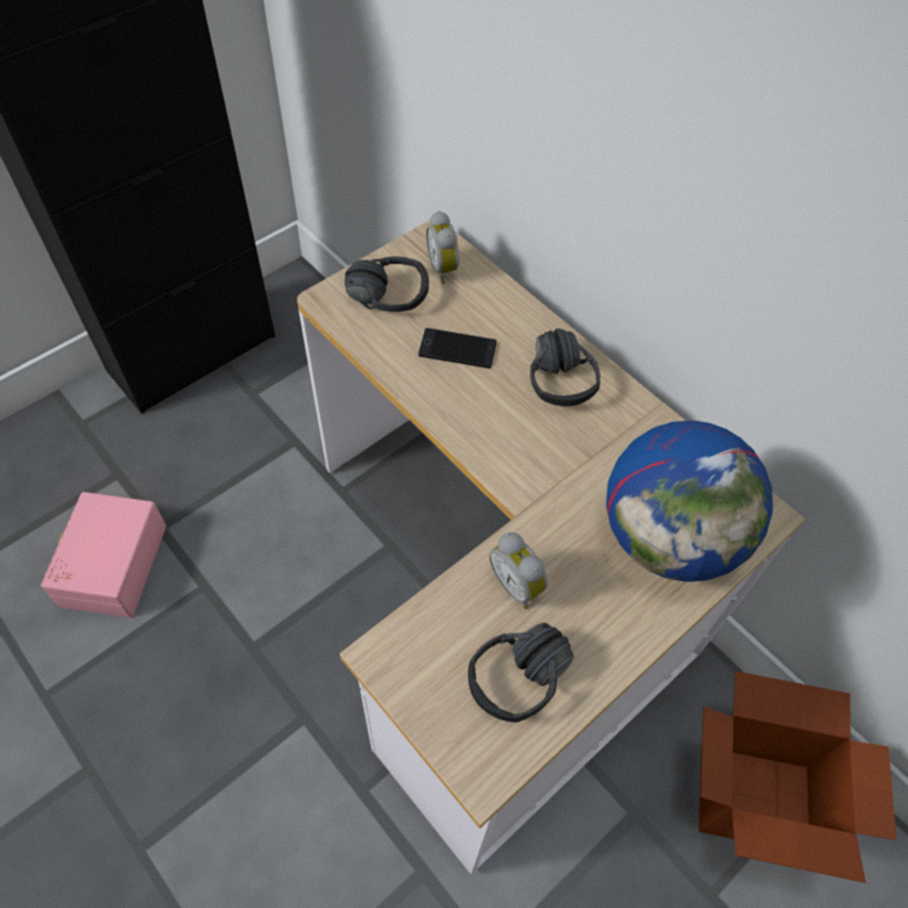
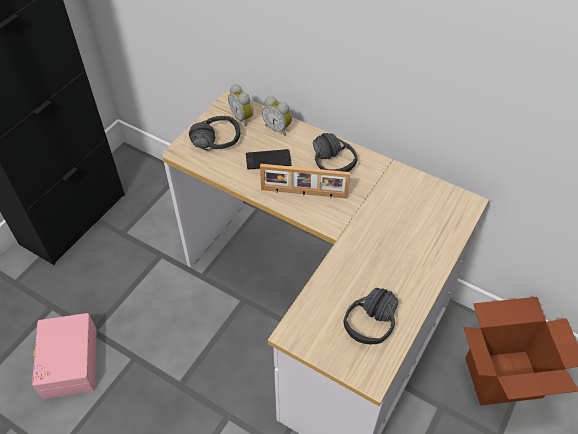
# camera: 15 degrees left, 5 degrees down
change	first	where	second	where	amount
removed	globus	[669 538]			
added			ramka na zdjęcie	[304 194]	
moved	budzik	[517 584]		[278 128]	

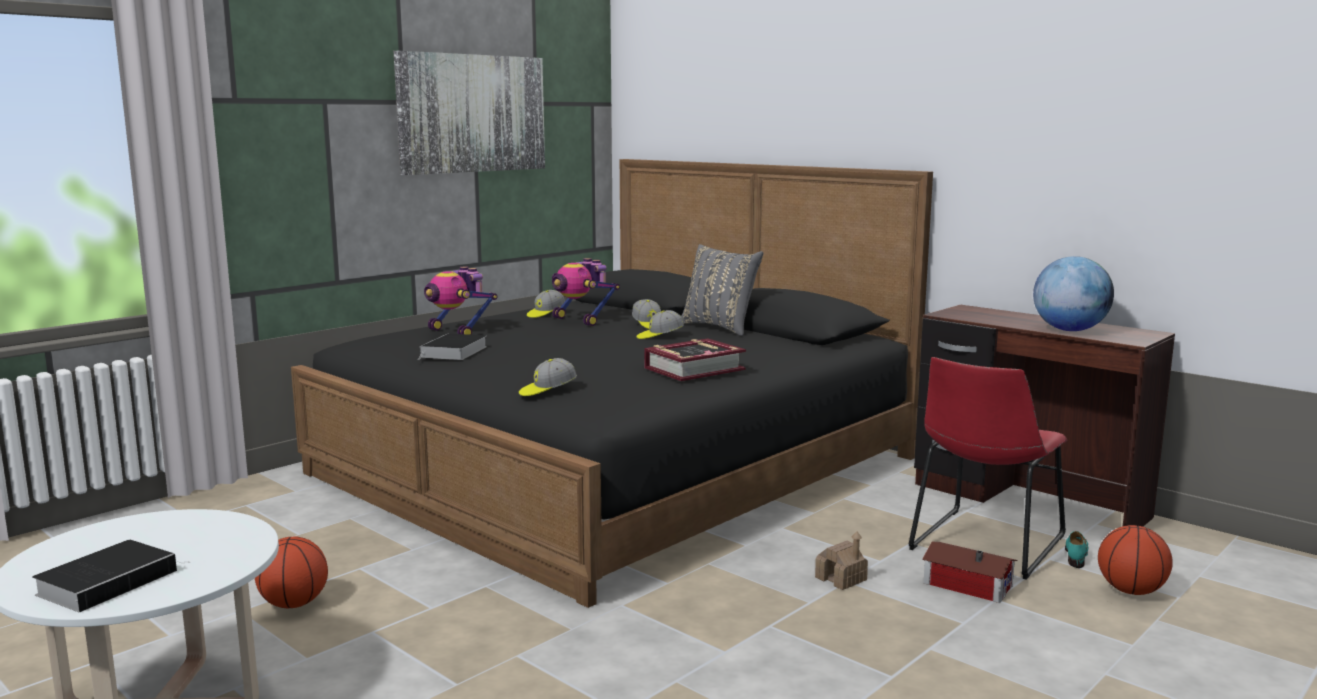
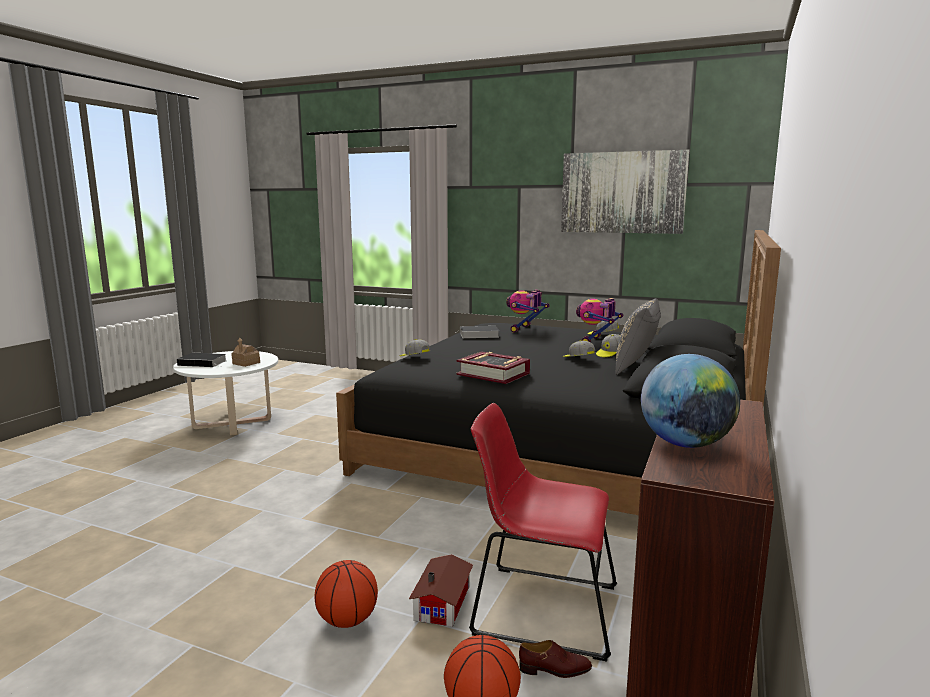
# camera: 70 degrees right, 0 degrees up
change	first	where	second	where	amount
moved	piłka do koszykówki	[294 604]		[347 621]	
moved	domek	[841 579]		[246 363]	
recoloured	but (turkusowy)	[1076 555]	but (brązowy)	[555 669]	

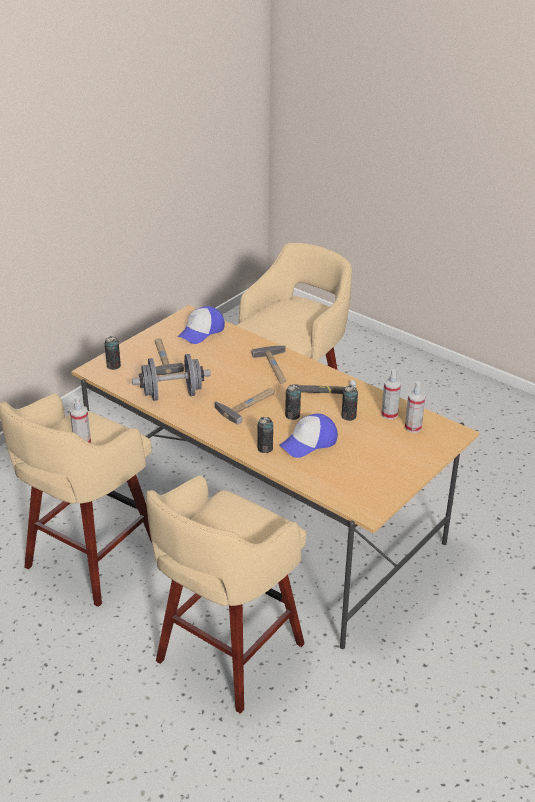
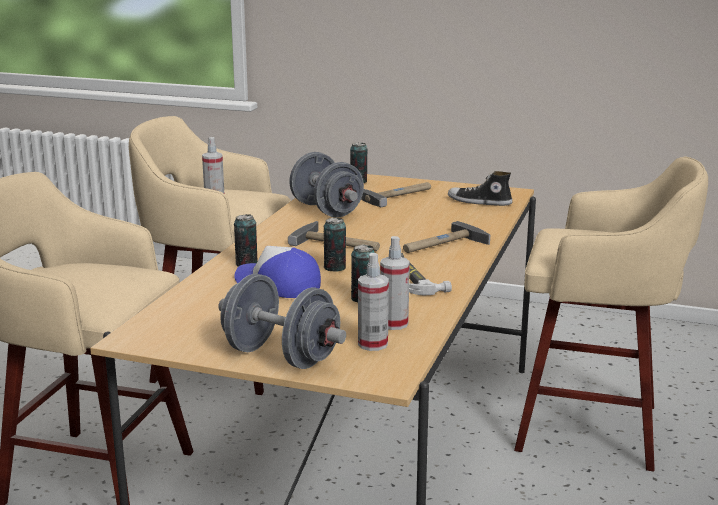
# camera: 70 degrees right, 15 degrees down
change	first	where	second	where	amount
added			hantel (szary)	[281 356]	
replaced	czapka z daszkiem	[201 331]	but	[479 202]	

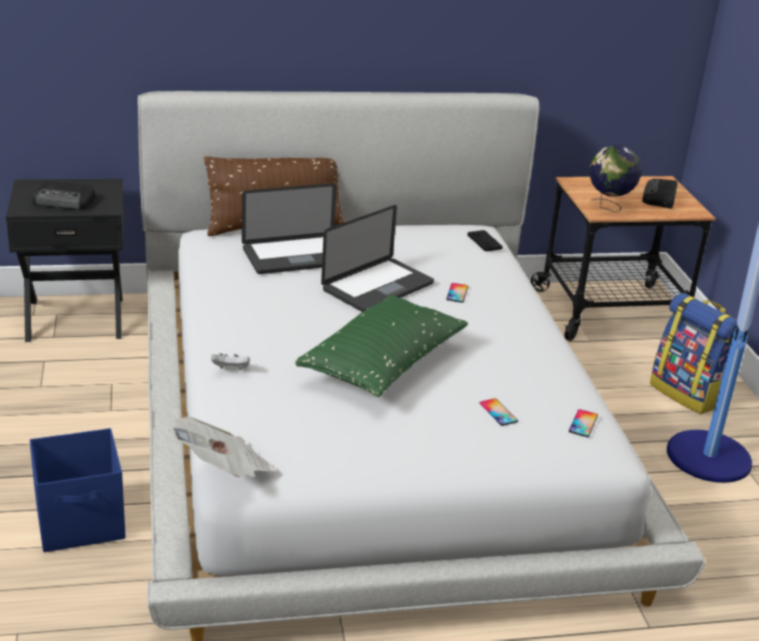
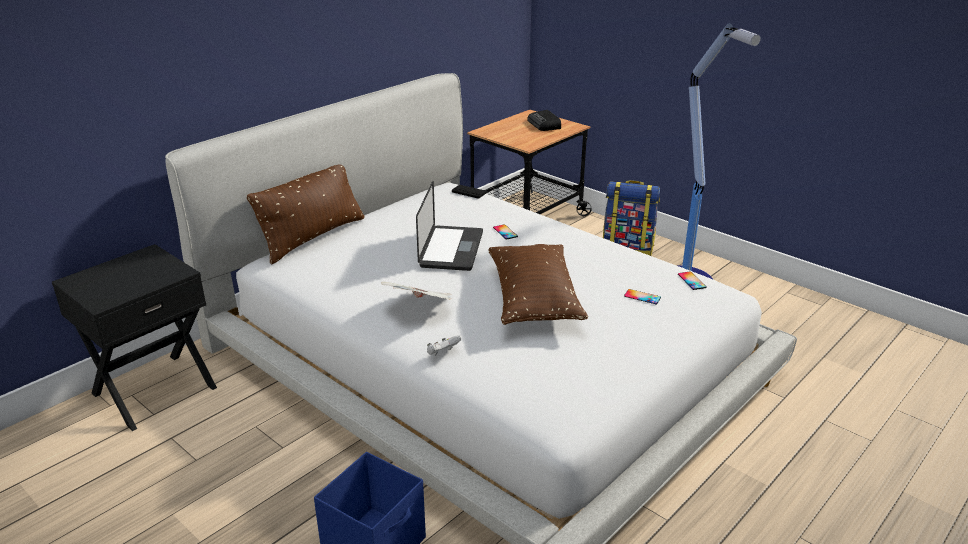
# camera: 35 degrees left, 0 degrees up
change	first	where	second	where	amount
removed	radio	[64 201]			
removed	laptop	[296 257]			
removed	globus	[608 207]			
moved	gazeta	[223 470]		[421 307]	
recoloured	poduszka (zielony)	[383 364]	poduszka (brązowy)	[534 300]	

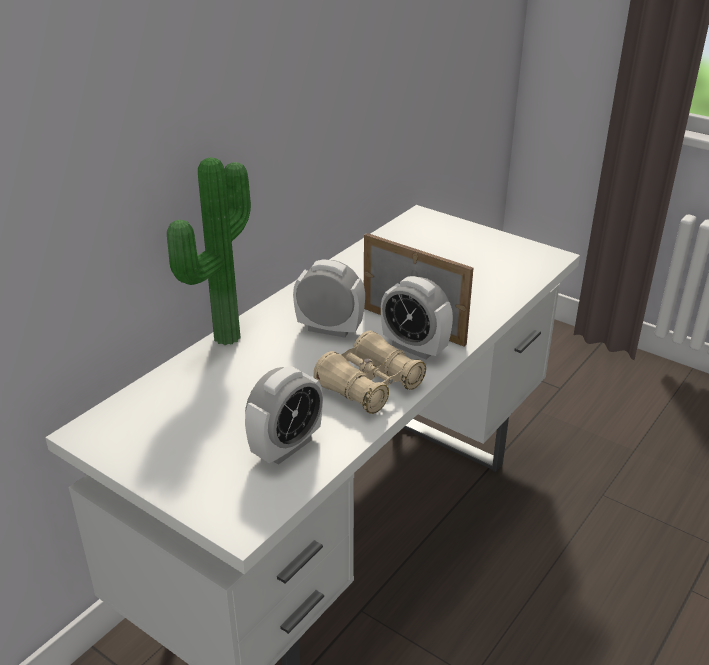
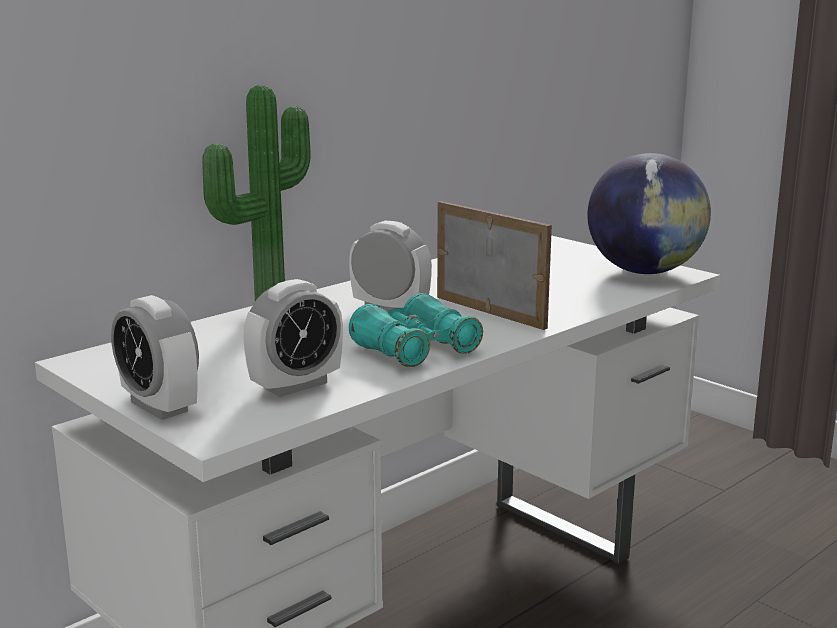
# camera: 10 degrees right, 15 degrees down
change	first	where	second	where	amount
added			globus	[644 271]	
moved	budzik	[414 347]		[159 406]	
recoloured	lornetka (beżowy)	[369 386]	lornetka (turkusowy)	[415 350]	

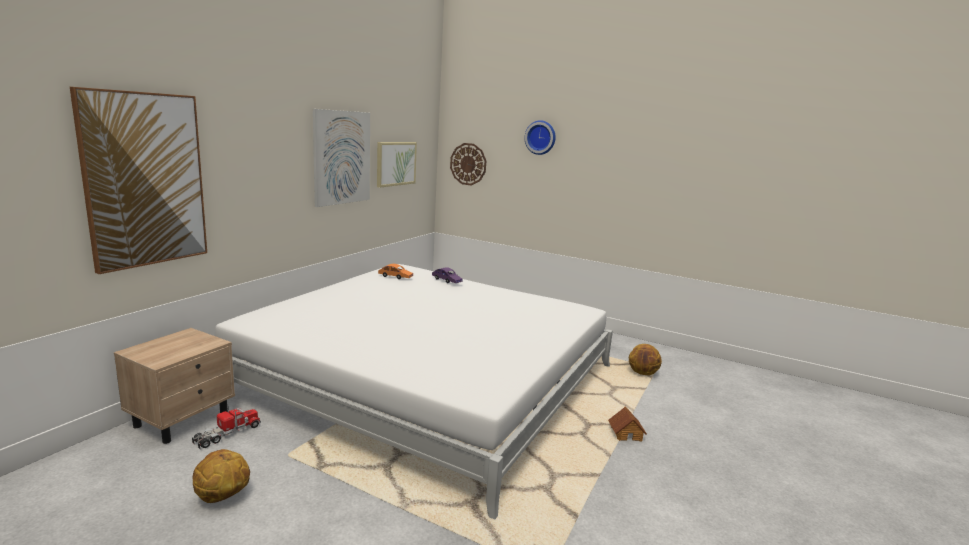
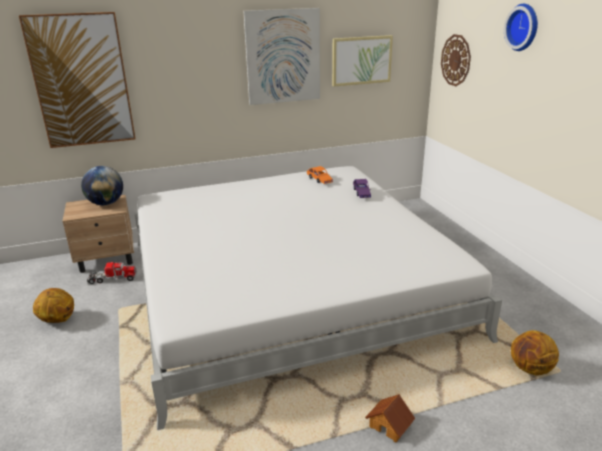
# camera: 45 degrees right, 10 degrees up
change	first	where	second	where	amount
added			globus	[106 203]	

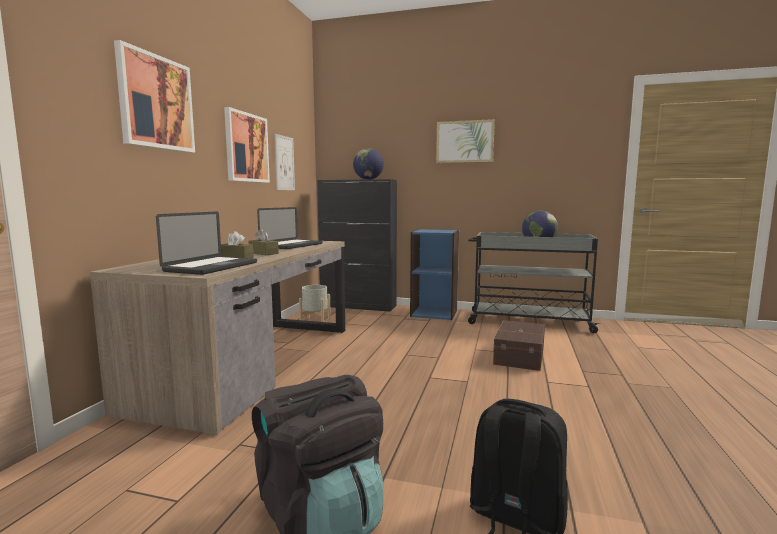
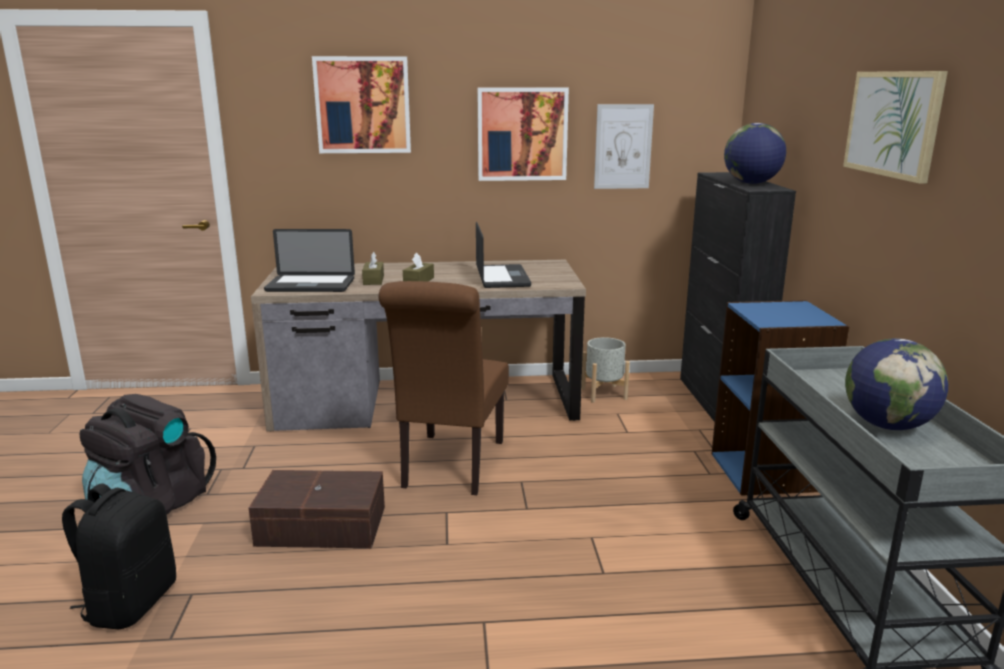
# camera: 70 degrees right, 10 degrees up
change	first	where	second	where	amount
added			krzesło (brązowy)	[450 467]	
moved	pojemnik do przechowywania (brązowy)	[520 355]		[322 527]	
turned	laptop	[292 245]		[502 277]	105 degrees counterclockwise

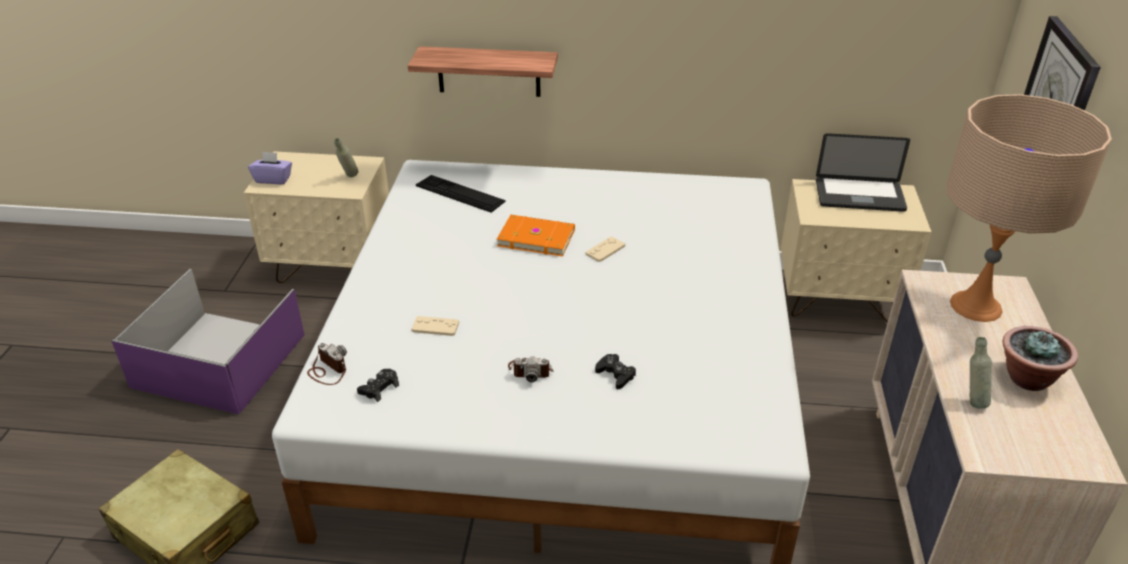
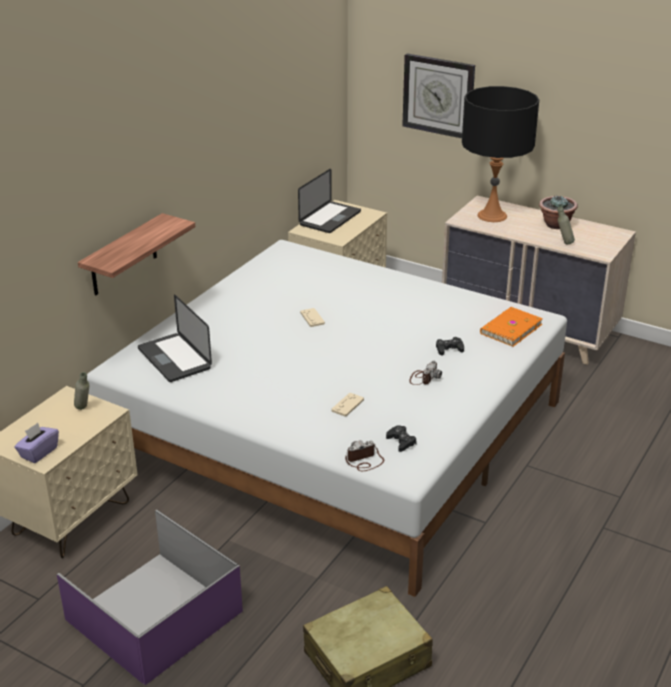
# camera: 65 degrees left, 5 degrees down
change	first	where	second	where	amount
moved	książka (pomarańczowy)	[536 237]		[510 329]	
replaced	klawiatura	[460 193]	laptop	[174 358]	
recoloured	lampa stołowa (beżowy)	[975 306]	lampa stołowa (czarny)	[492 216]	

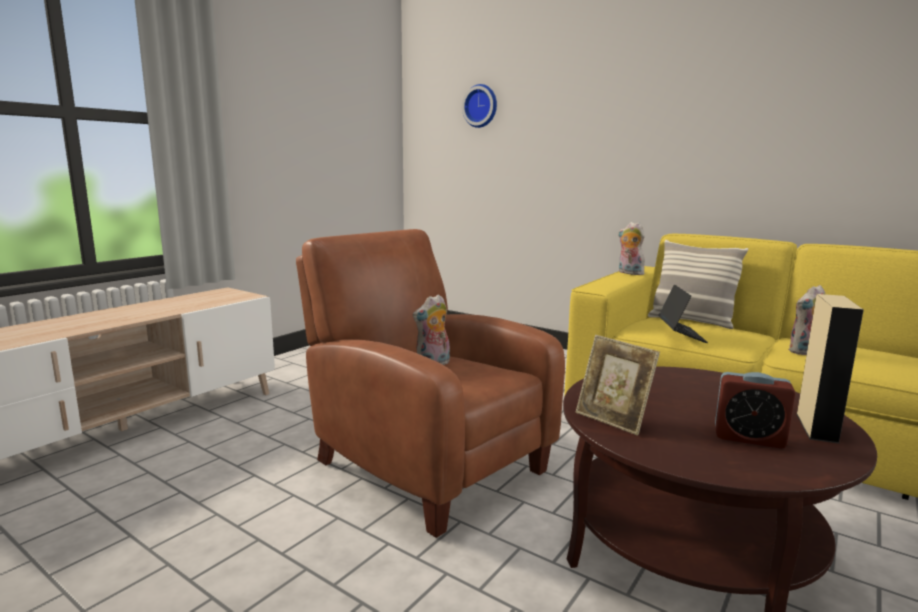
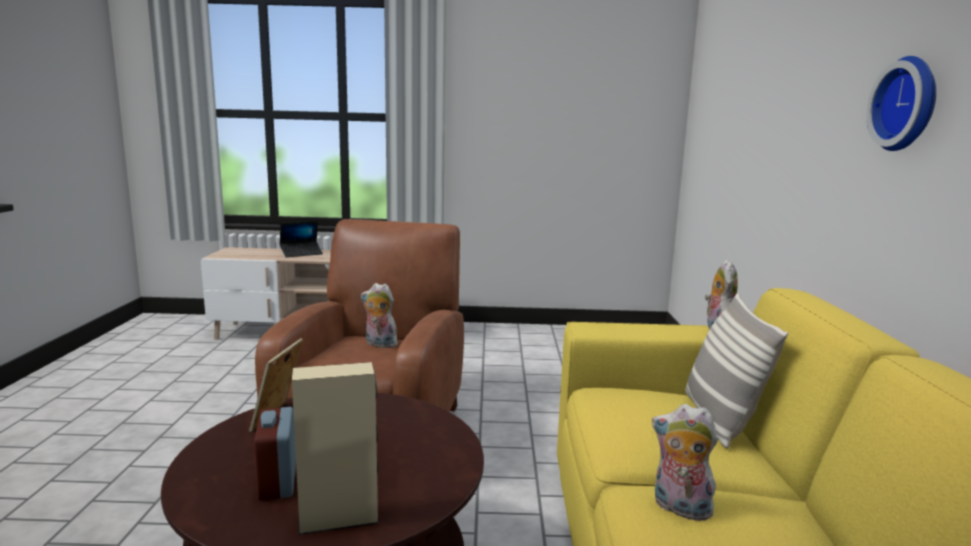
# camera: 55 degrees right, 0 degrees up
change	first	where	second	where	amount
moved	zegar ścienny	[481 106]		[908 104]	
moved	laptop	[681 334]		[301 253]	

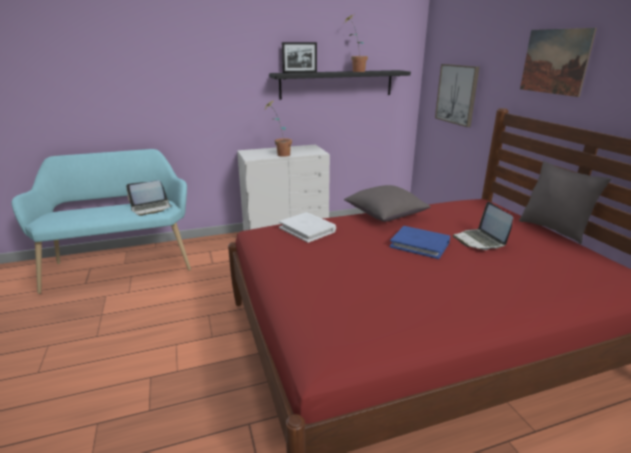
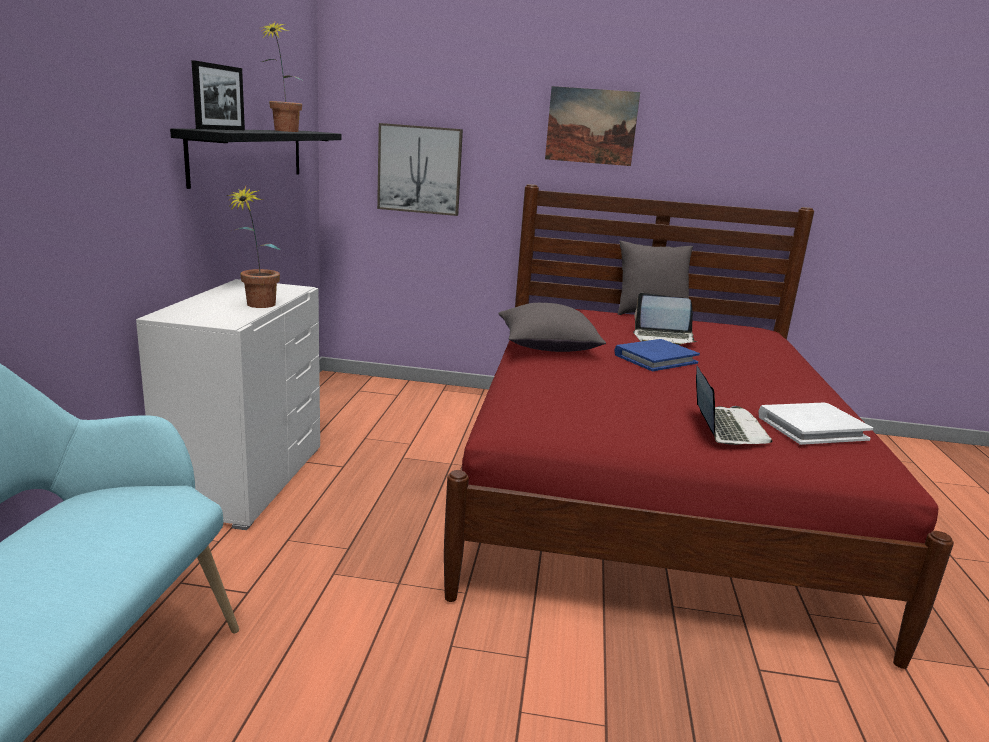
# camera: 65 degrees left, 5 degrees down
change	first	where	second	where	amount
moved	laptop	[151 208]		[726 428]	
moved	książka (biały)	[307 229]		[811 428]	

